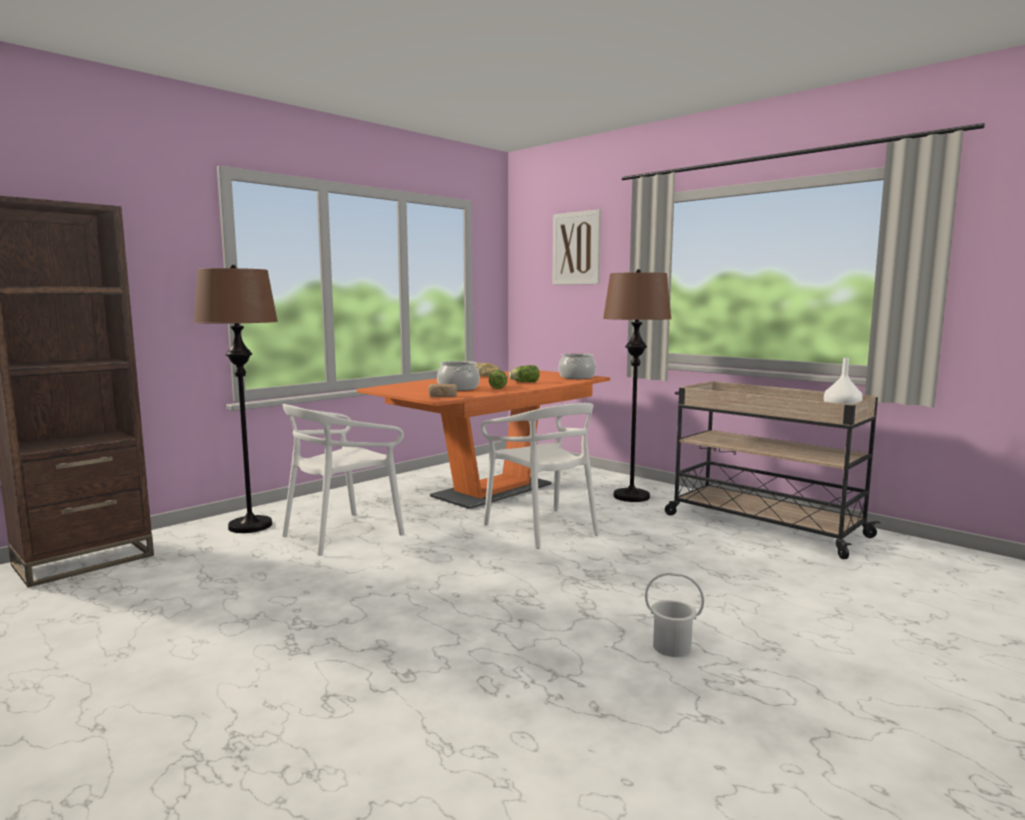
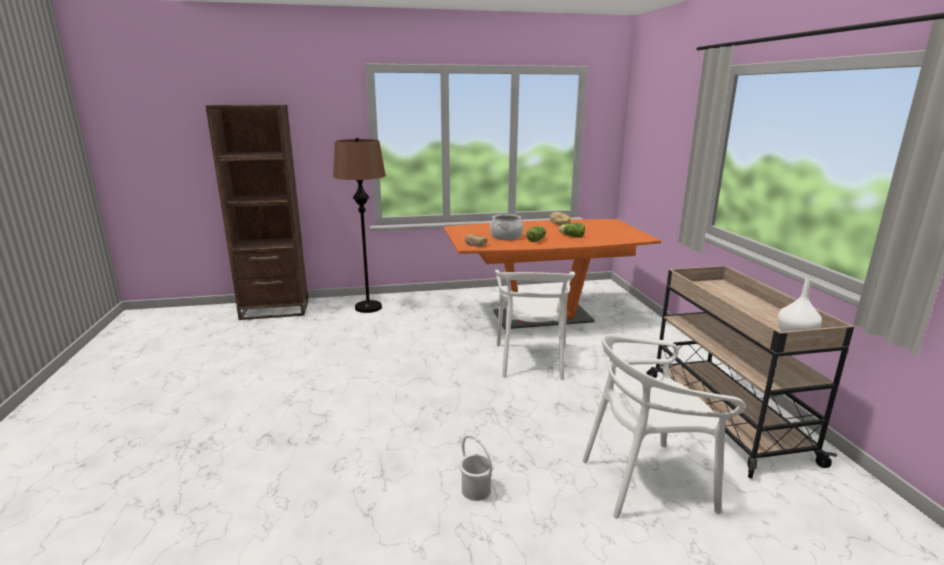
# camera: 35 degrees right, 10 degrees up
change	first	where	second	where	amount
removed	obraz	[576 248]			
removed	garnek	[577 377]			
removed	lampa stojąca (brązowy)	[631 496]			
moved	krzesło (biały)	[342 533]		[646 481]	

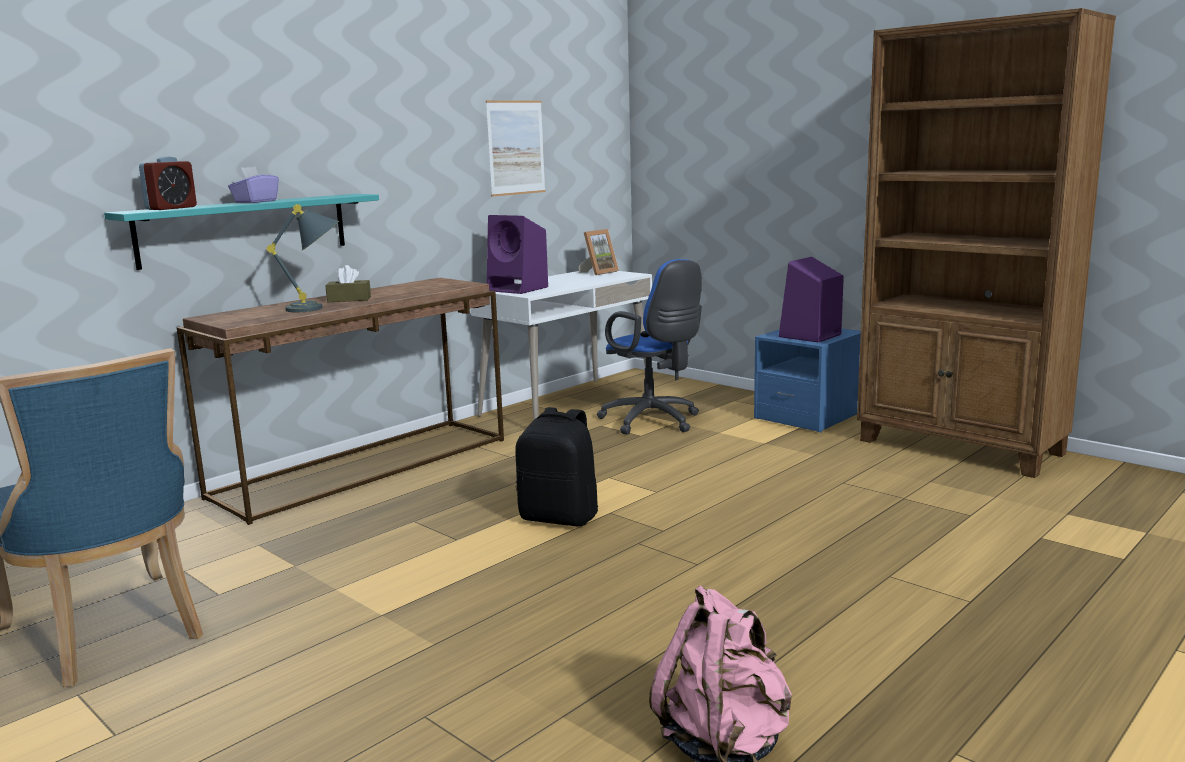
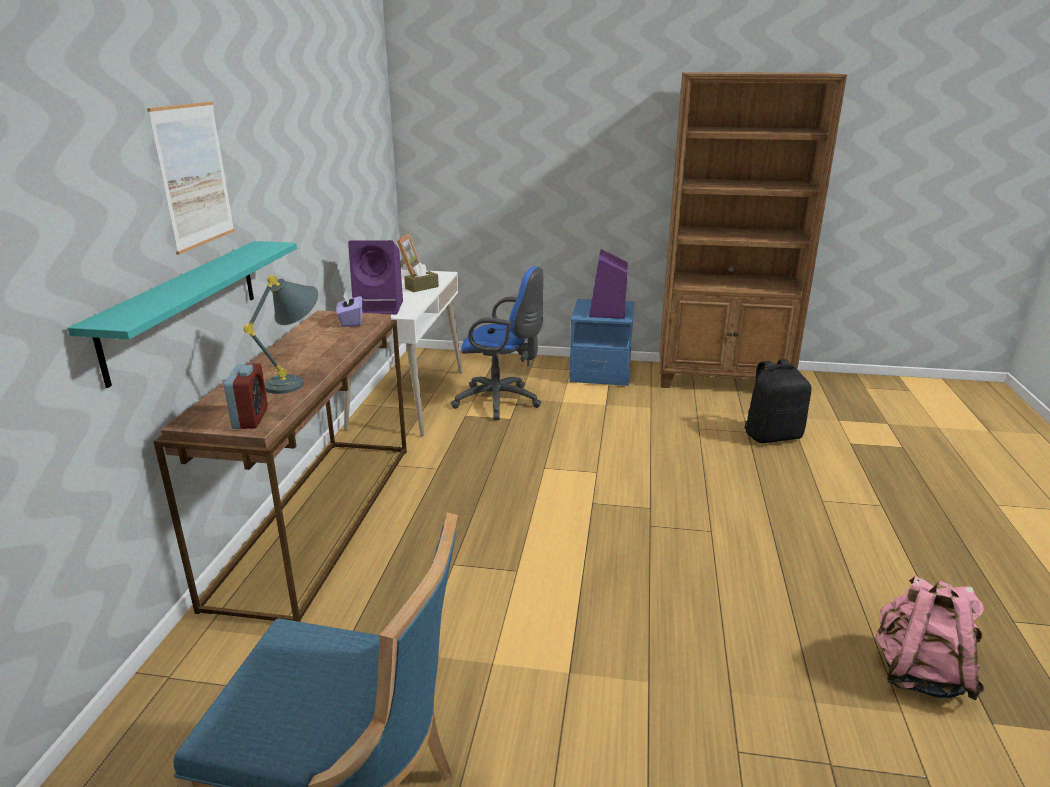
# camera: 35 degrees left, 10 degrees up
change	first	where	second	where	amount
moved	budzik	[171 208]		[250 418]	
moved	pudełko chusteczek (fioletowy)	[255 202]		[351 322]	
moved	pudełko chusteczek (brązowy)	[349 299]		[422 287]	
moved	obraz	[516 147]		[194 175]	
moved	plecak (czarny)	[560 517]		[772 435]	

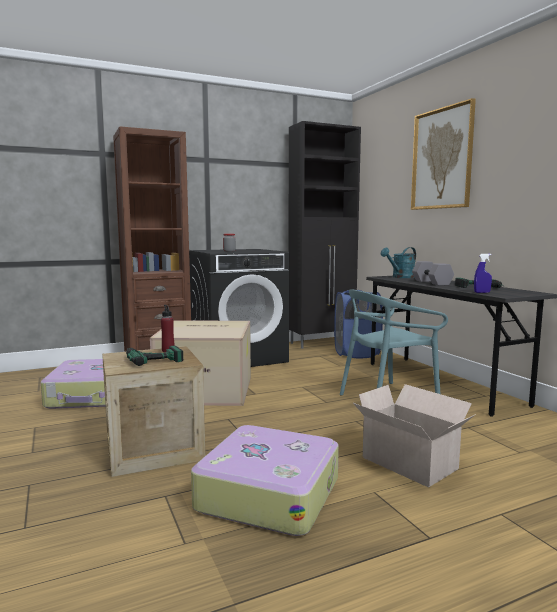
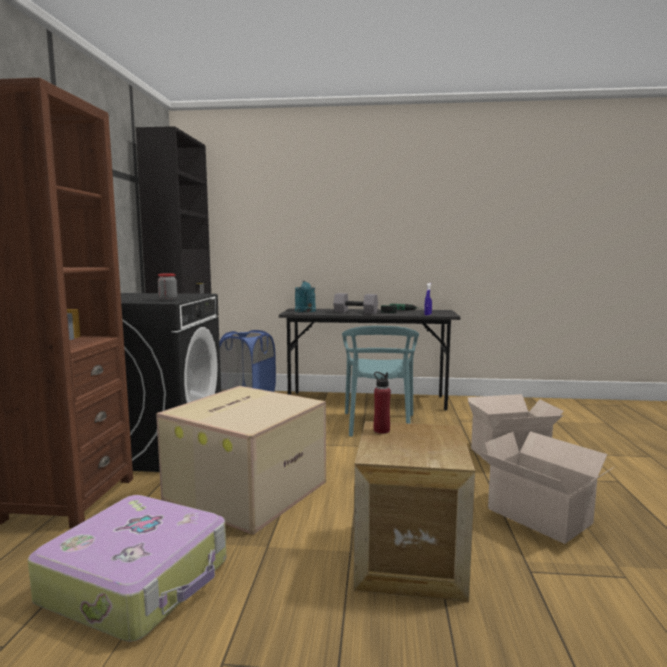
# camera: 60 degrees left, 0 degrees up
change	first	where	second	where	amount
removed	wiertarka	[151 358]			
removed	obraz	[442 159]			
replaced	walizka	[268 493]	karton	[541 517]	

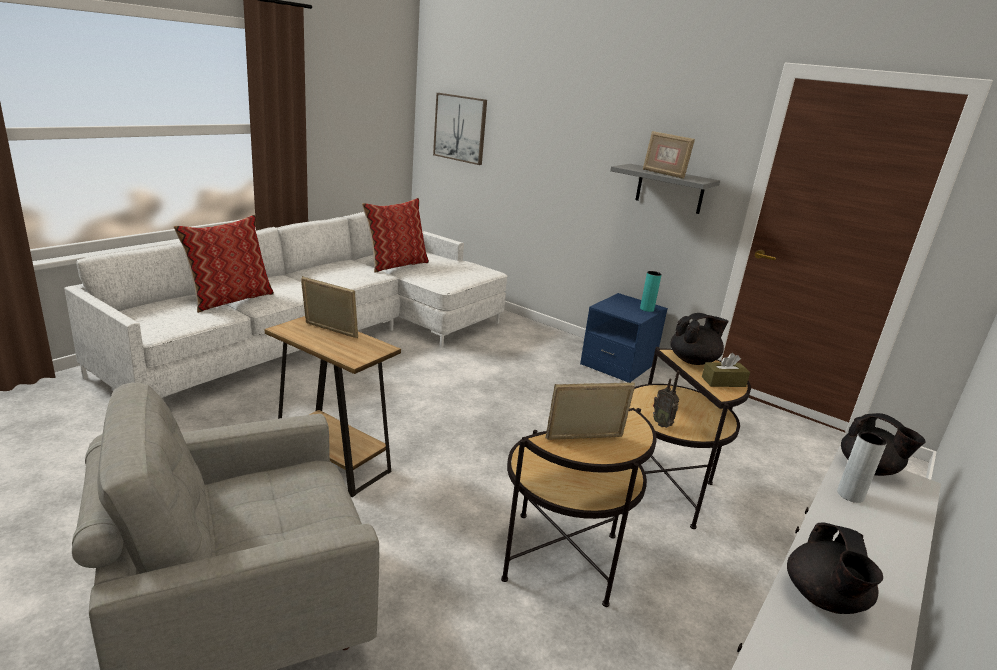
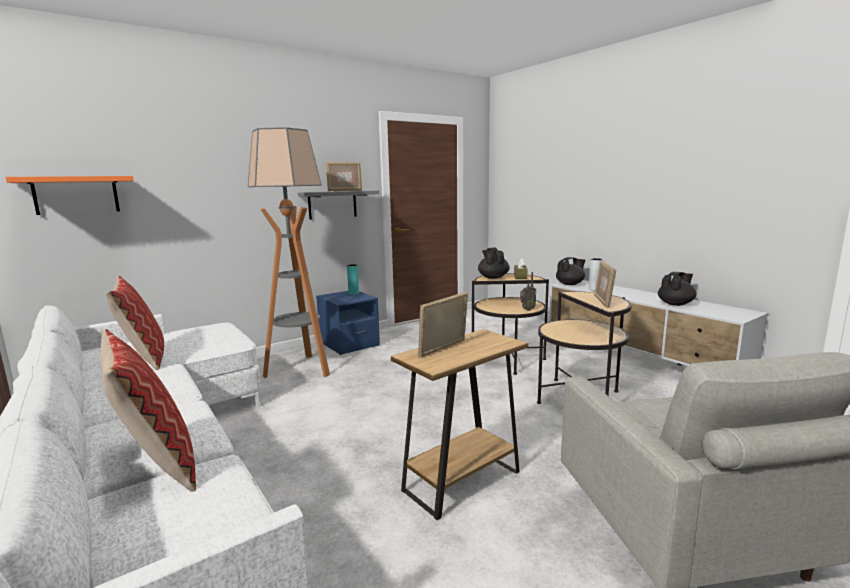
# camera: 70 degrees left, 10 degrees down
change	first	where	second	where	amount
added			lampa stojąca	[300 369]	
replaced	obraz	[460 128]	półka (pomarańczowy)	[76 195]	
turned	imbryk (czarny)	[824 599]		[676 304]	60 degrees counterclockwise

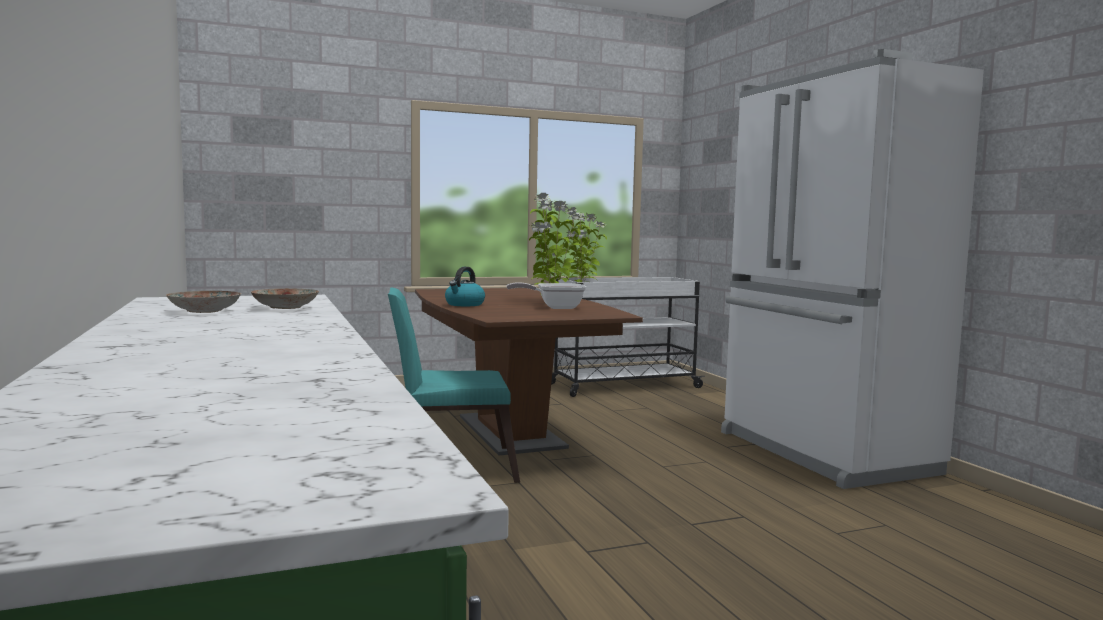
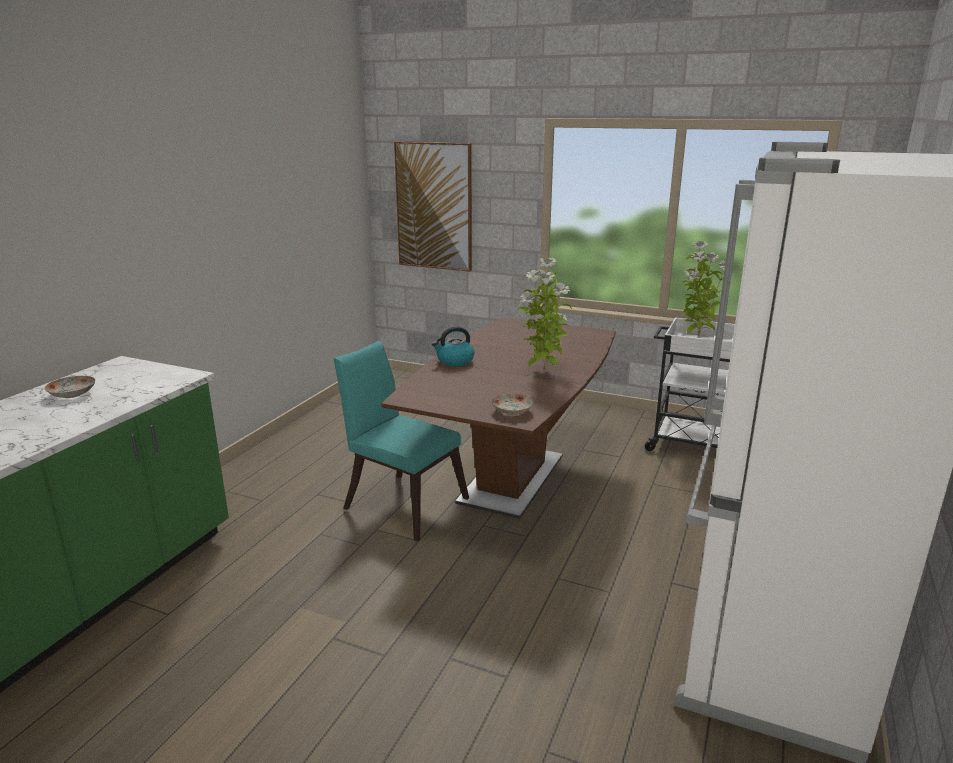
# camera: 45 degrees right, 15 degrees up
change	first	where	second	where	amount
removed	patelnia	[555 307]			
added			obraz	[434 206]	
moved	talerz	[284 307]		[512 411]	

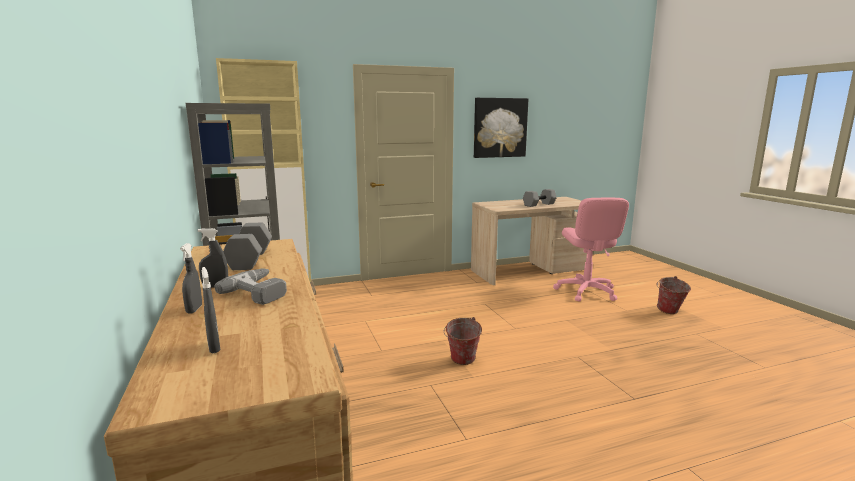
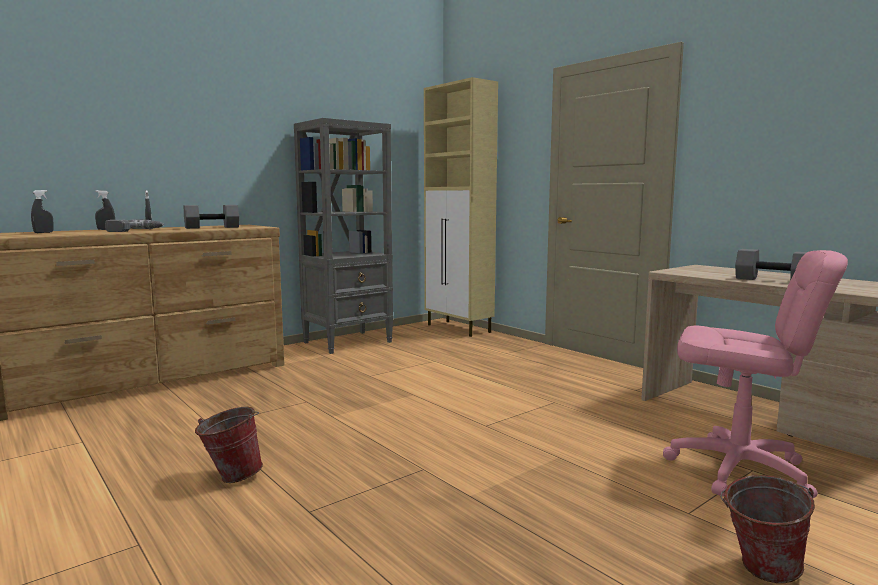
# camera: 70 degrees right, 5 degrees down
change	first	where	second	where	amount
removed	obraz	[500 127]			
moved	wiadro	[461 362]		[231 476]	
turned	krzesło biurowe (różowy)	[586 291]		[738 470]	135 degrees counterclockwise

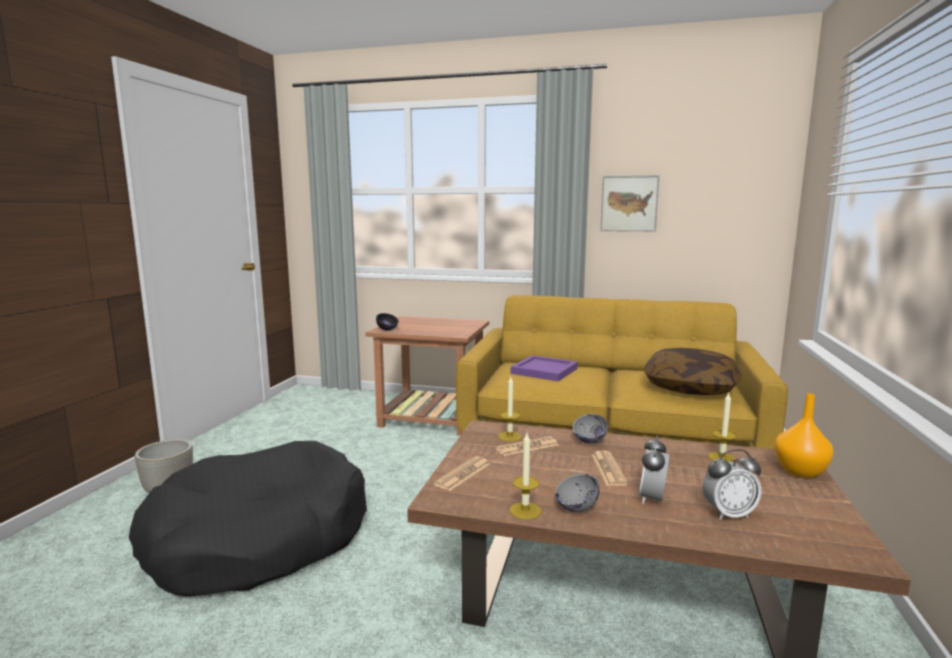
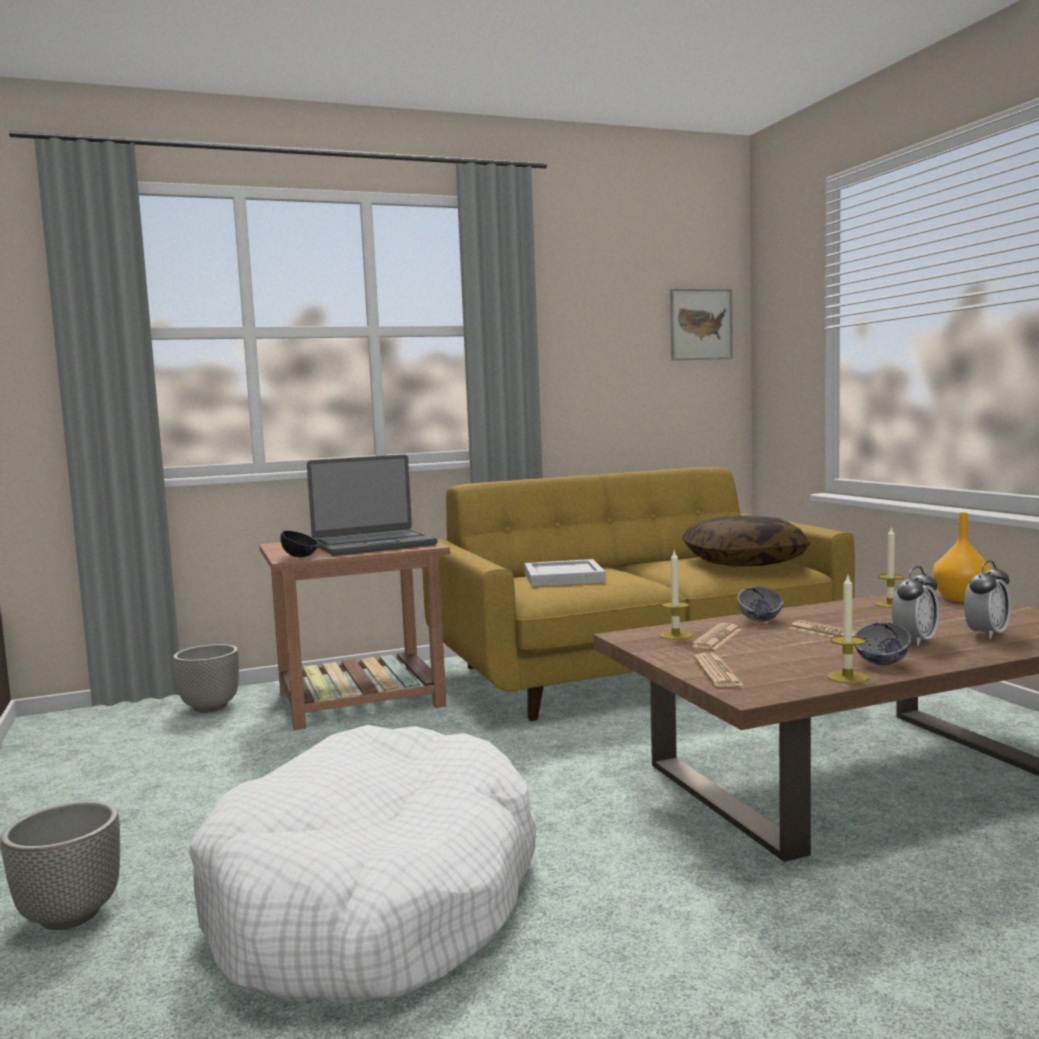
# camera: 35 degrees left, 5 degrees down
change	first	where	second	where	amount
added			donica (szary)	[210 707]	
added			laptop	[373 545]	
moved	obraz	[629 203]		[700 324]	
recoloured	legowisko (czarny)	[259 538]	legowisko (biały)	[375 899]	
recoloured	taca (fioletowy)	[544 371]	taca (biały)	[565 577]	
turned	budzik	[652 498]		[915 641]	120 degrees counterclockwise

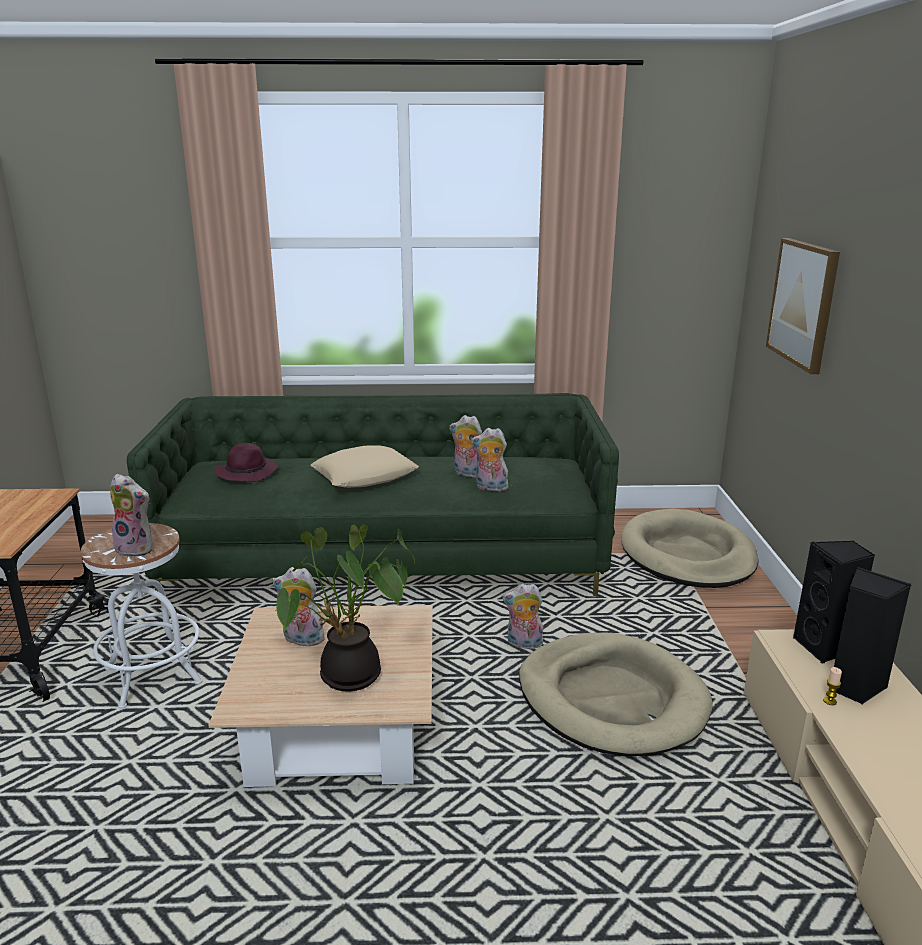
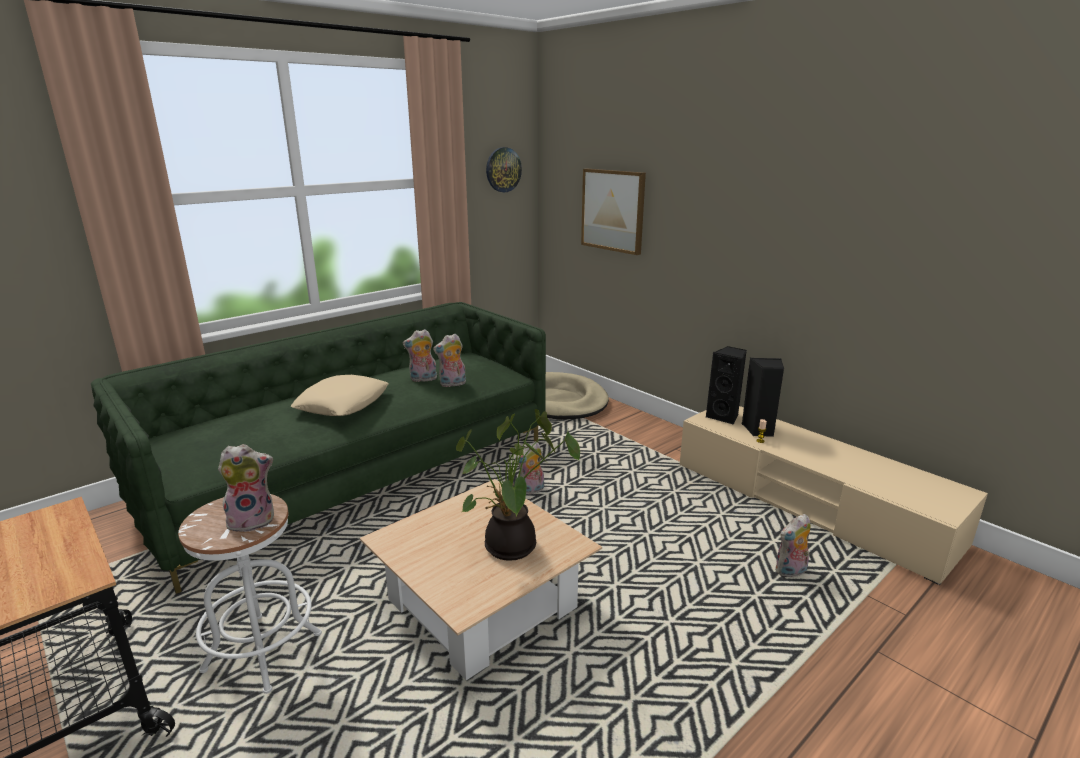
# camera: 40 degrees left, 0 degrees up
change	first	where	second	where	amount
removed	kapelusz (fioletowy)	[247 472]			
removed	legowisko (beżowy)	[611 699]			
added			zegar ścienny	[503 170]	
moved	pluszak	[301 640]		[791 572]	

